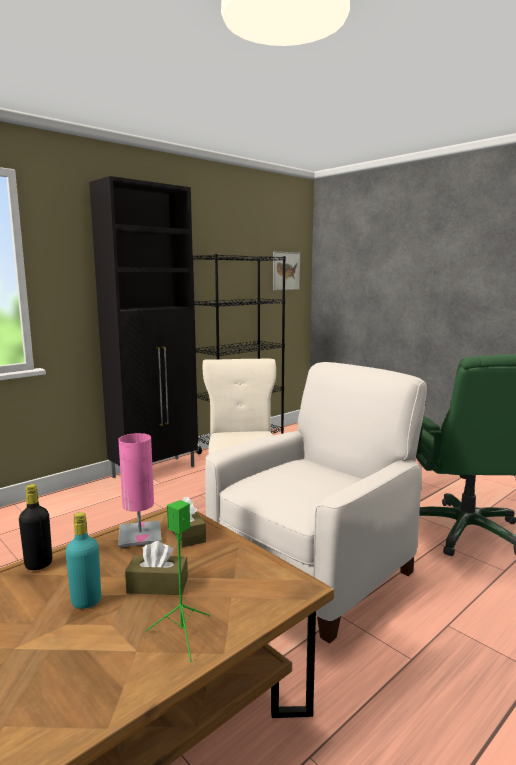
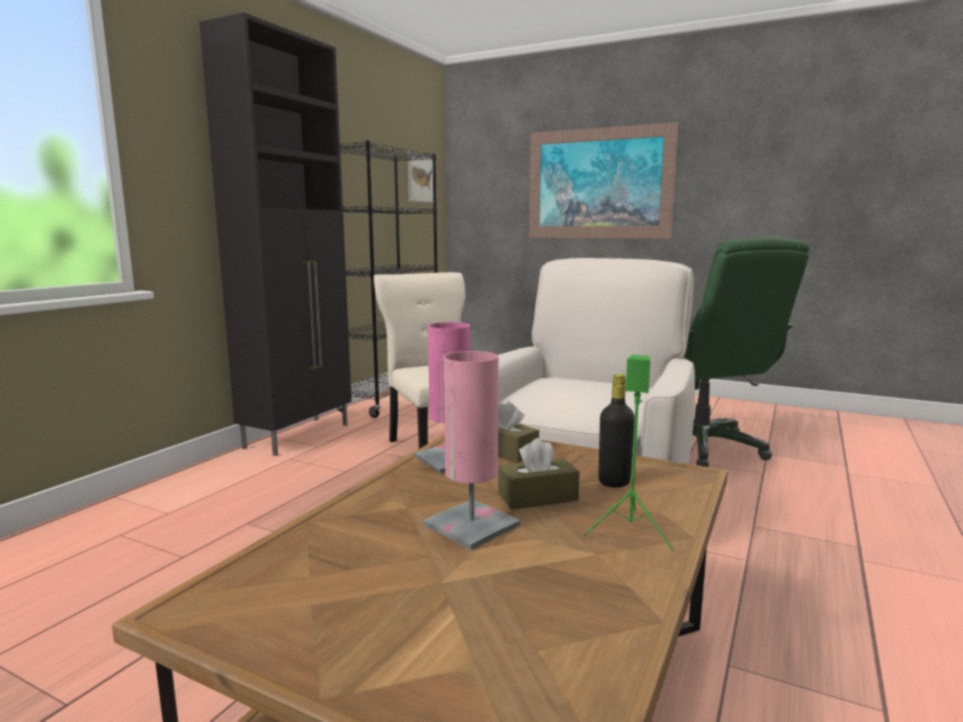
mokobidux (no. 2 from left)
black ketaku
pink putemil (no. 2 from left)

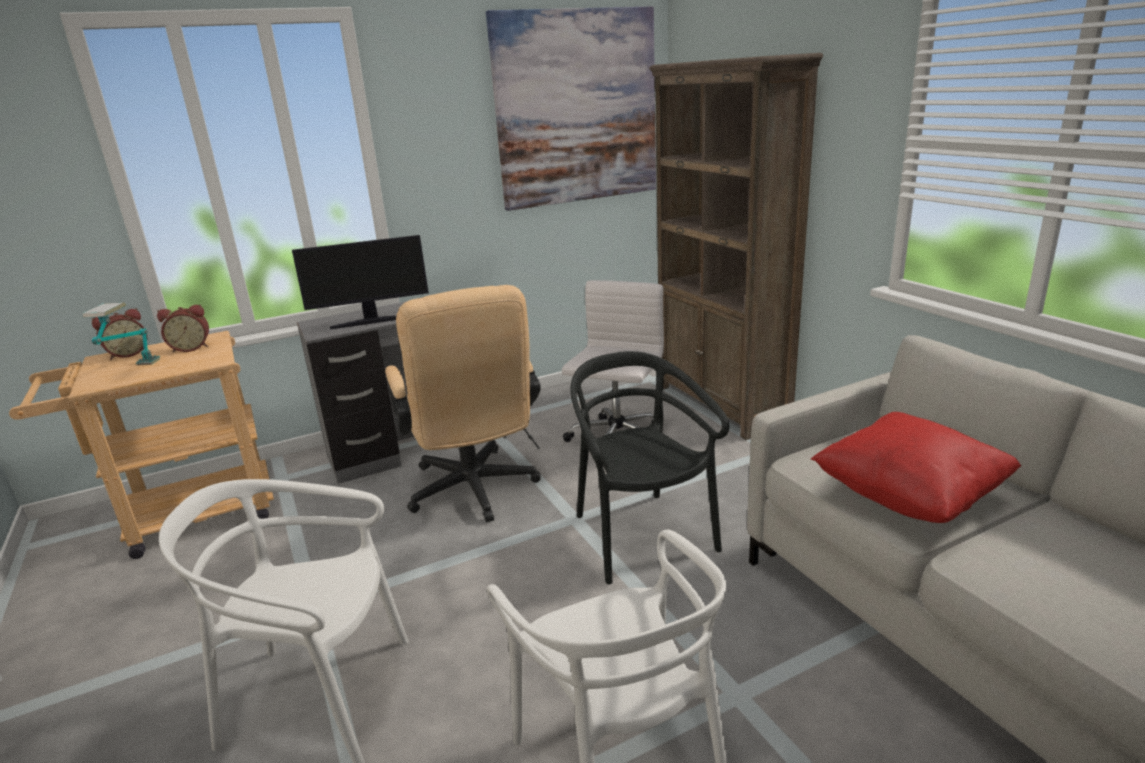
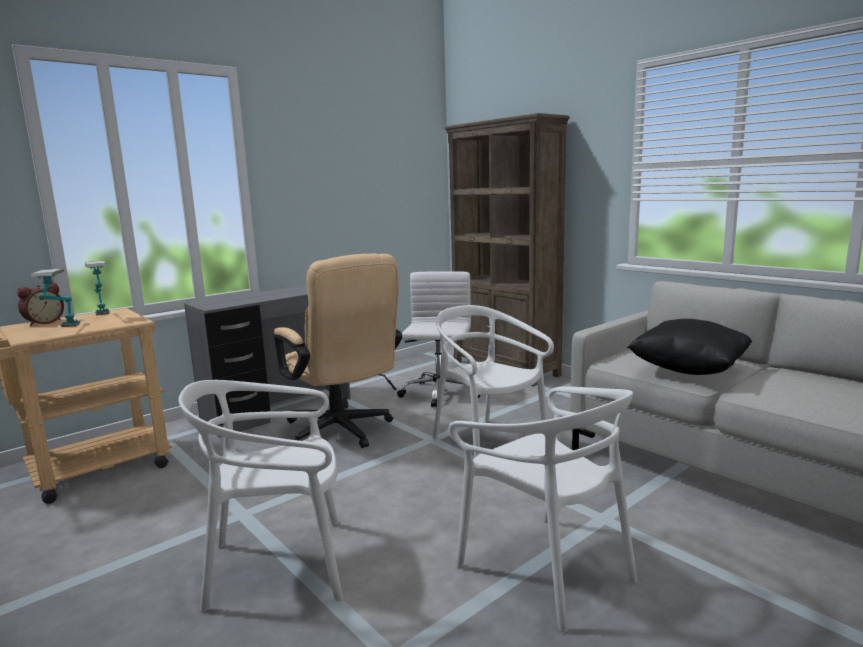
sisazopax
mokobidux
putemil (no. 2 from left)
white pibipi (no. 2 from left)
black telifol

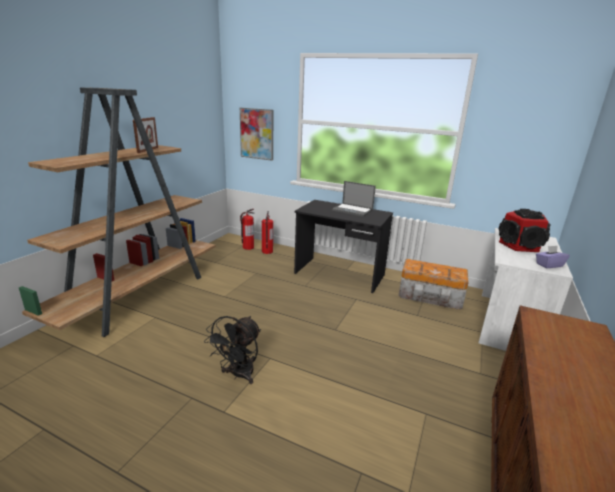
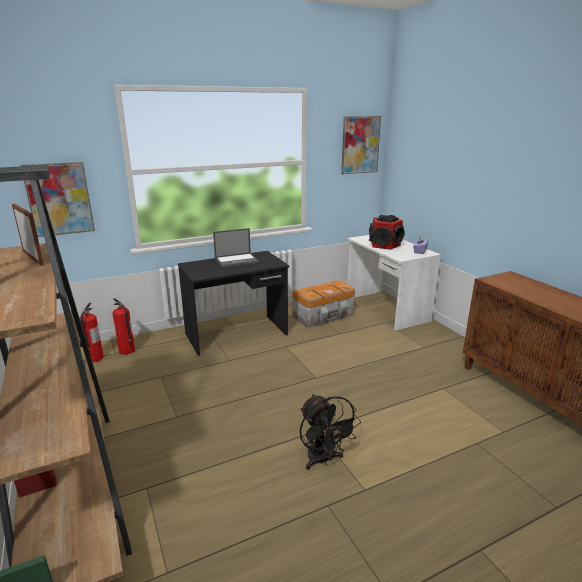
mokobidux (no. 2 from left)

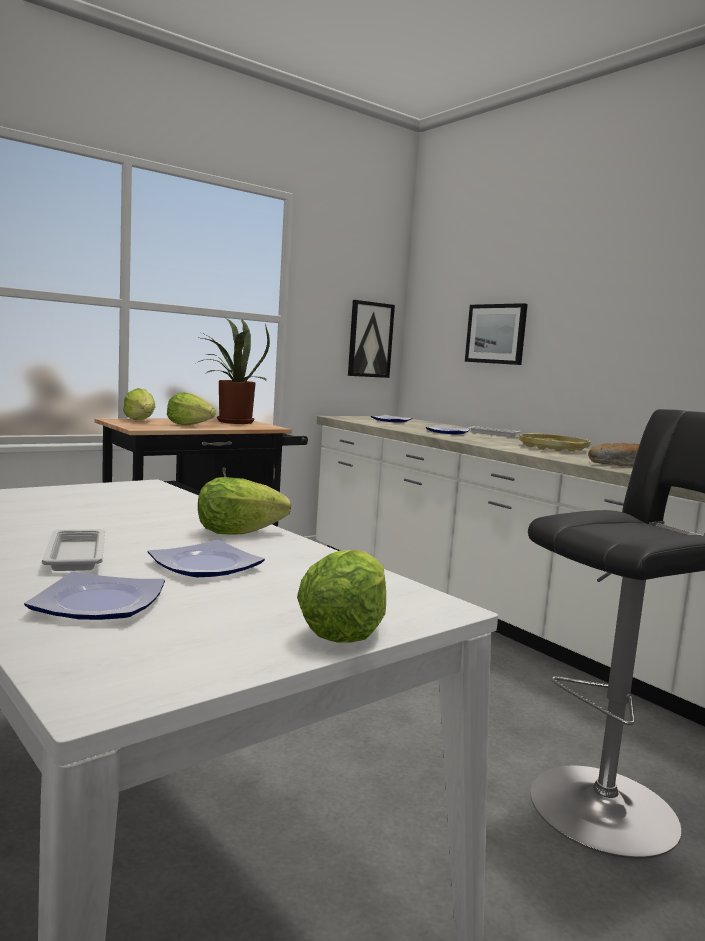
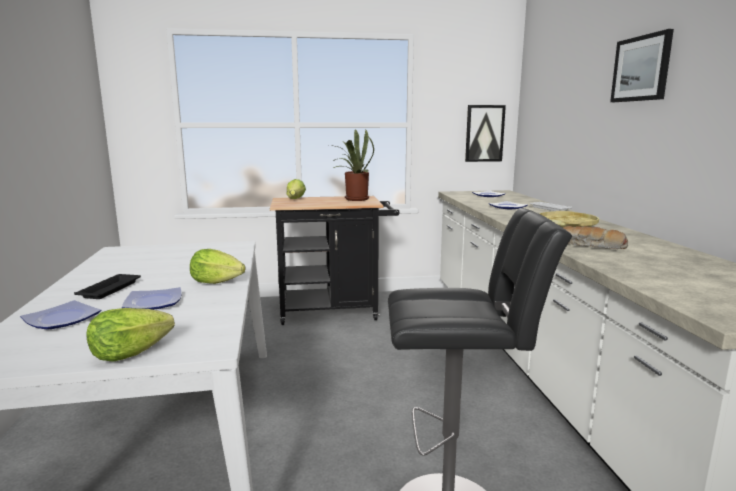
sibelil (no. 2 from left in the first image)
mokobidux (no. 2 from left)
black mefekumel

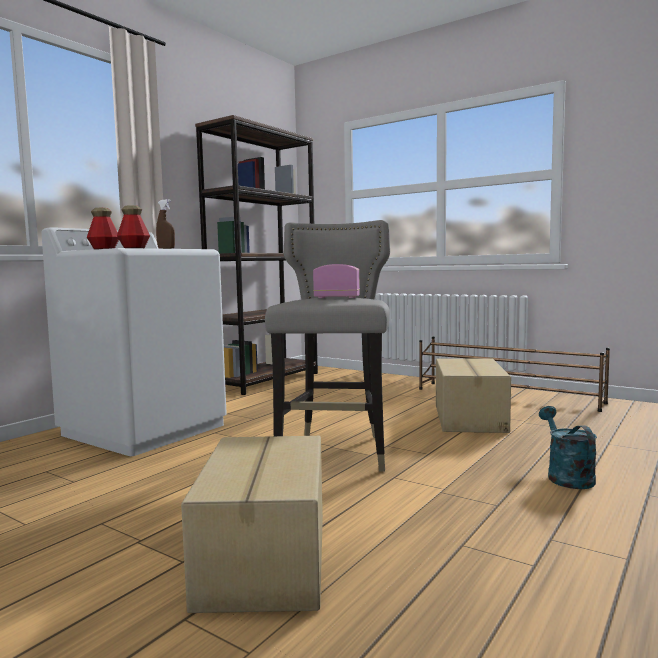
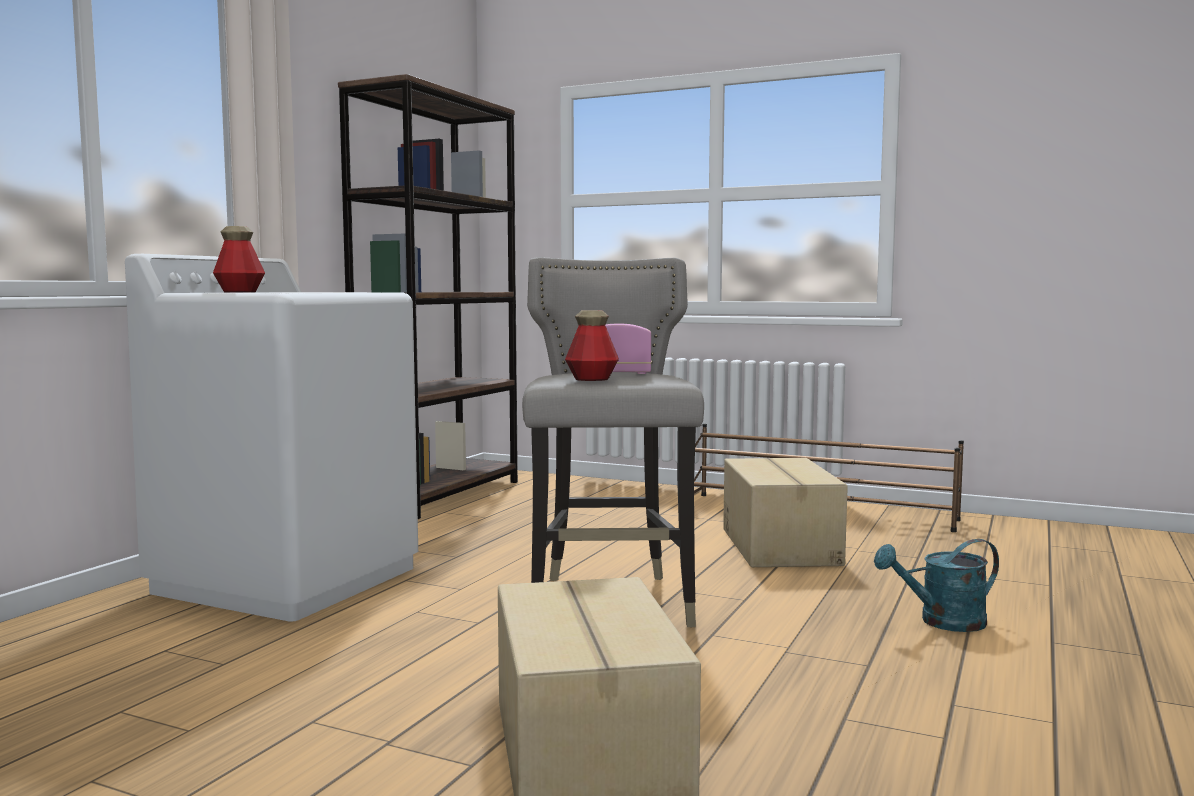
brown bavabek
ketaku (no. 2 from left)
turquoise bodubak

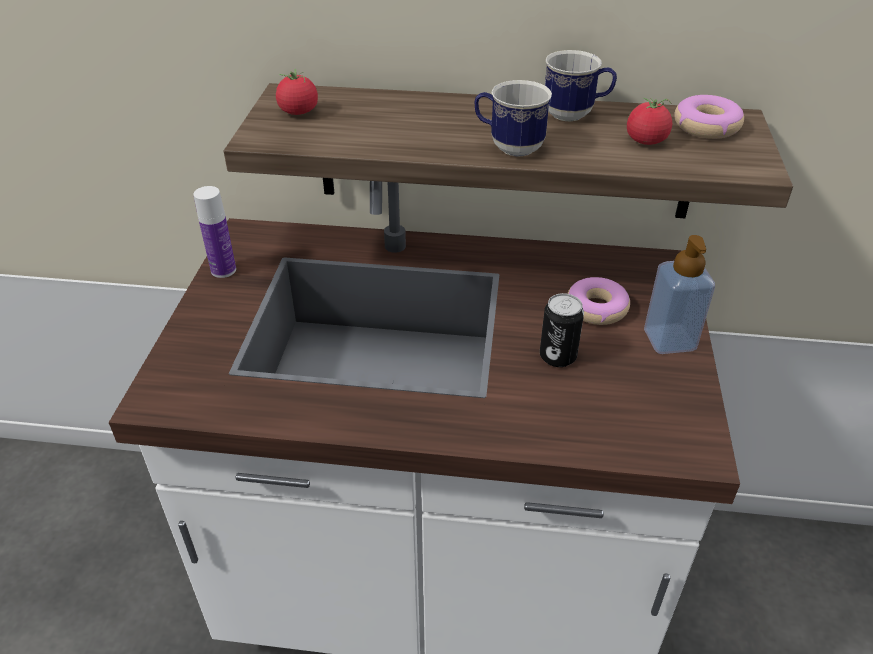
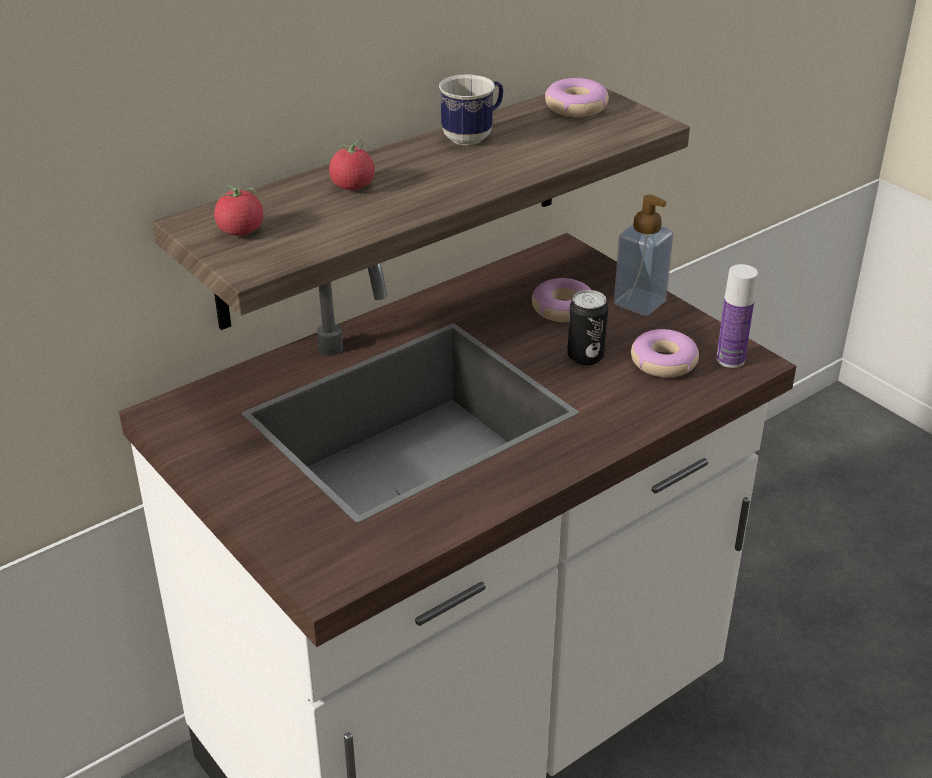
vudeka (no. 1 from left in the first image)
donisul (no. 3 from left)
ketaku
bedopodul (no. 2 from left)

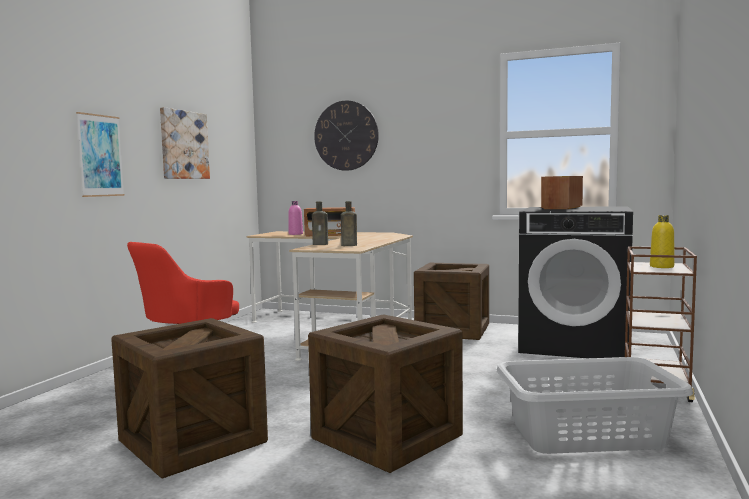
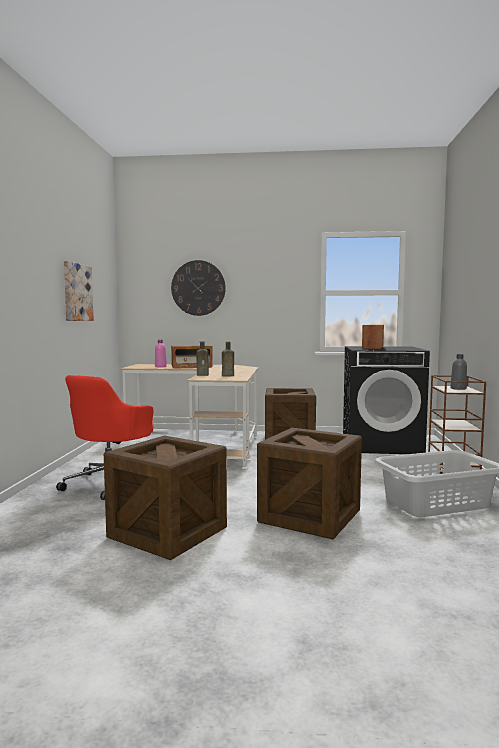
mokobidux (no. 1 from left in the first image)
grey ketaku

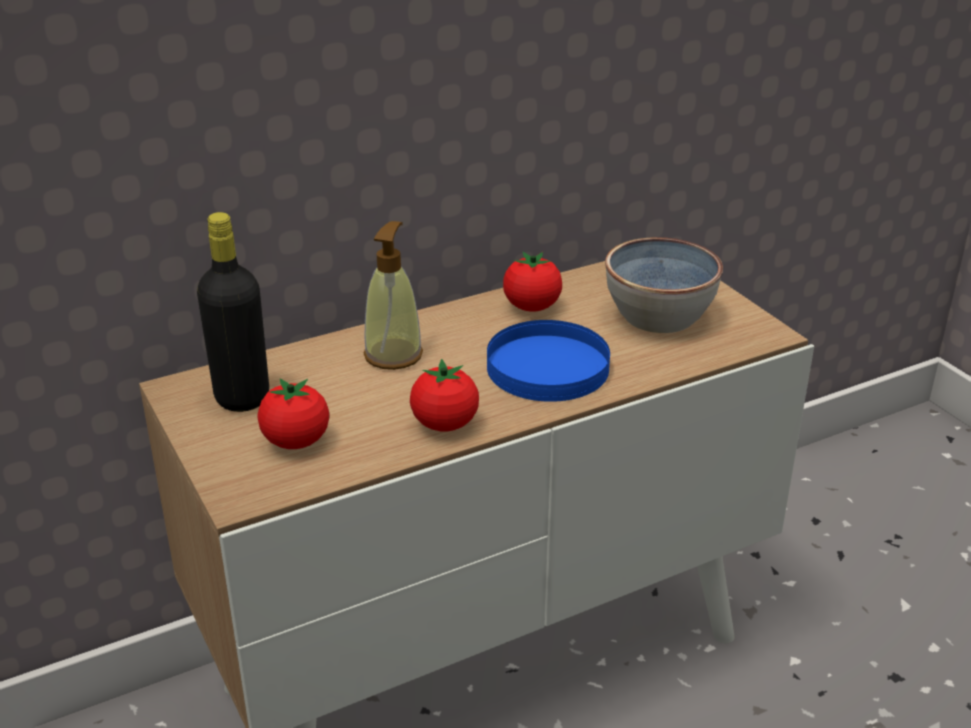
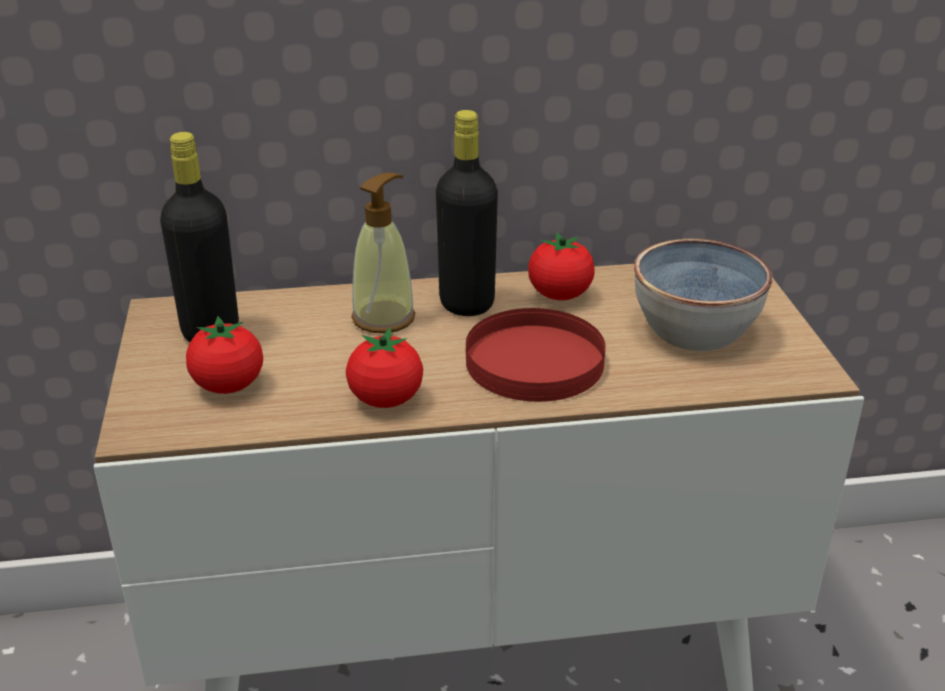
black ketaku (no. 2 from left)
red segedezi

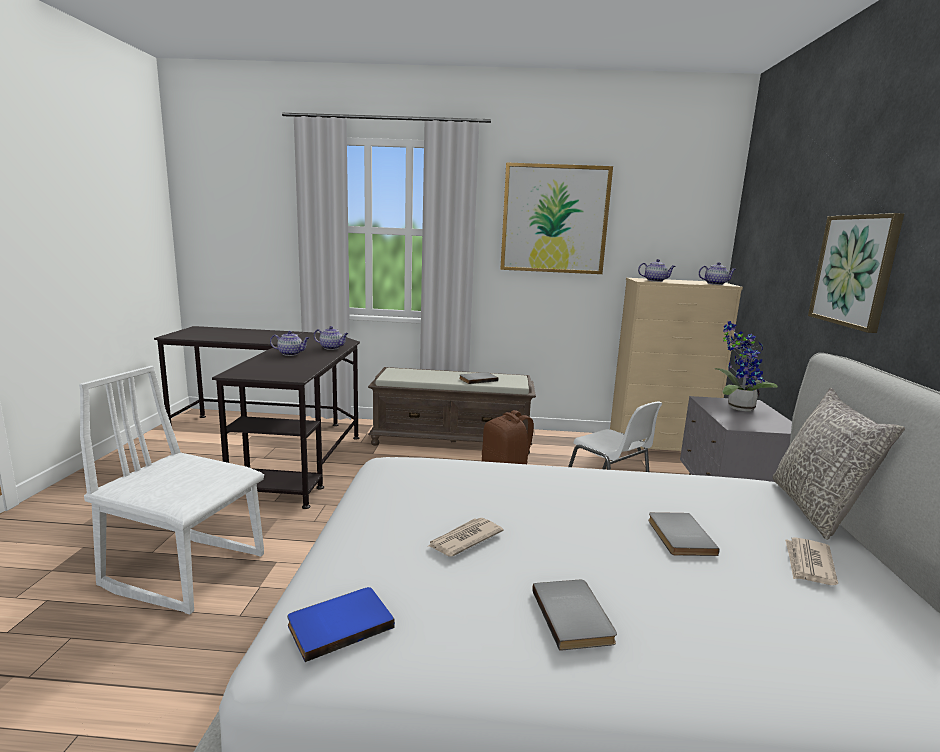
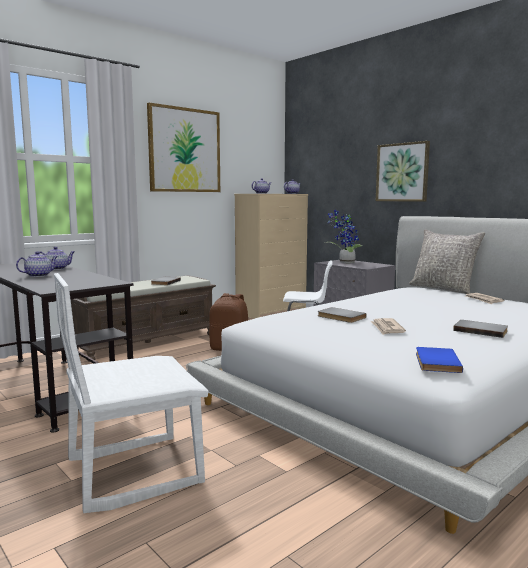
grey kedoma (no. 2 from left)

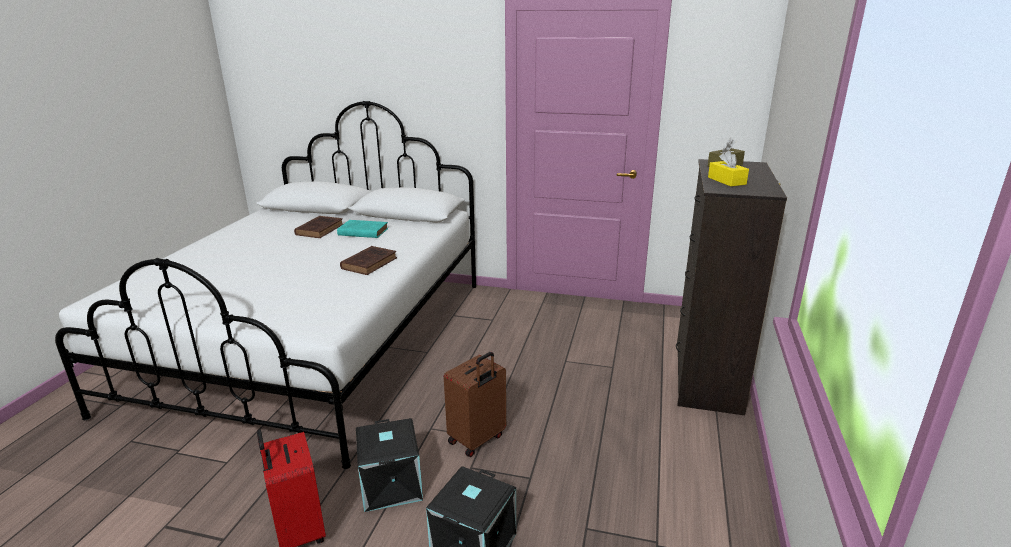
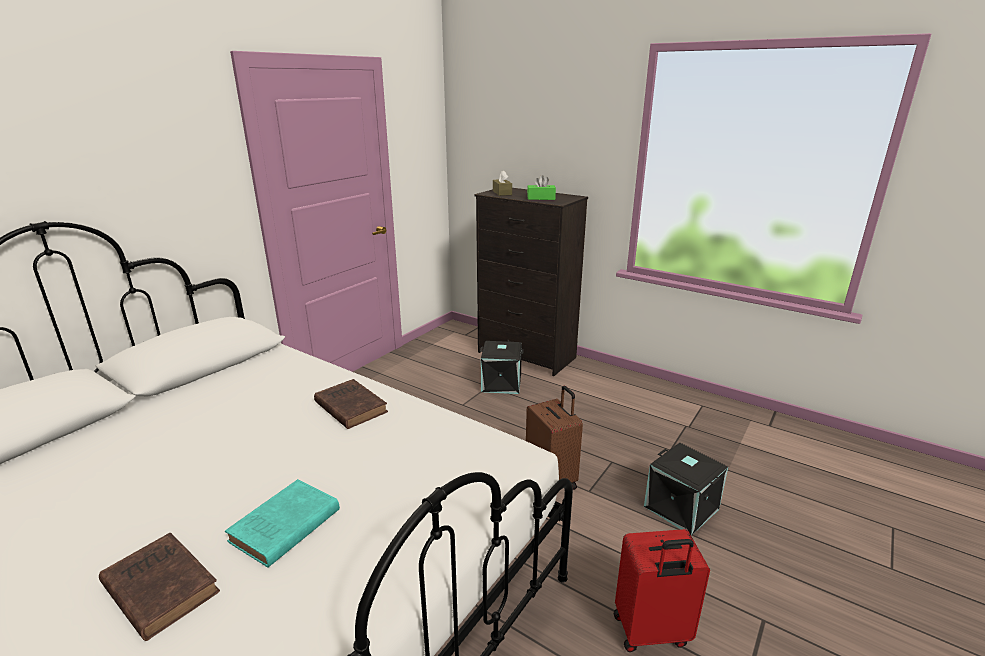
brown kedoma (no. 1 from left)
turquoise kedoma
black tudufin (no. 1 from left)
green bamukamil

